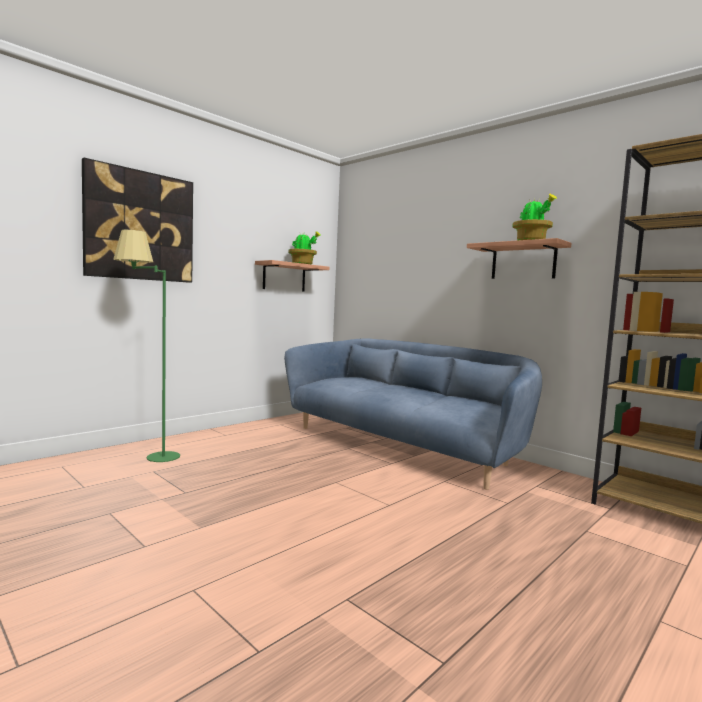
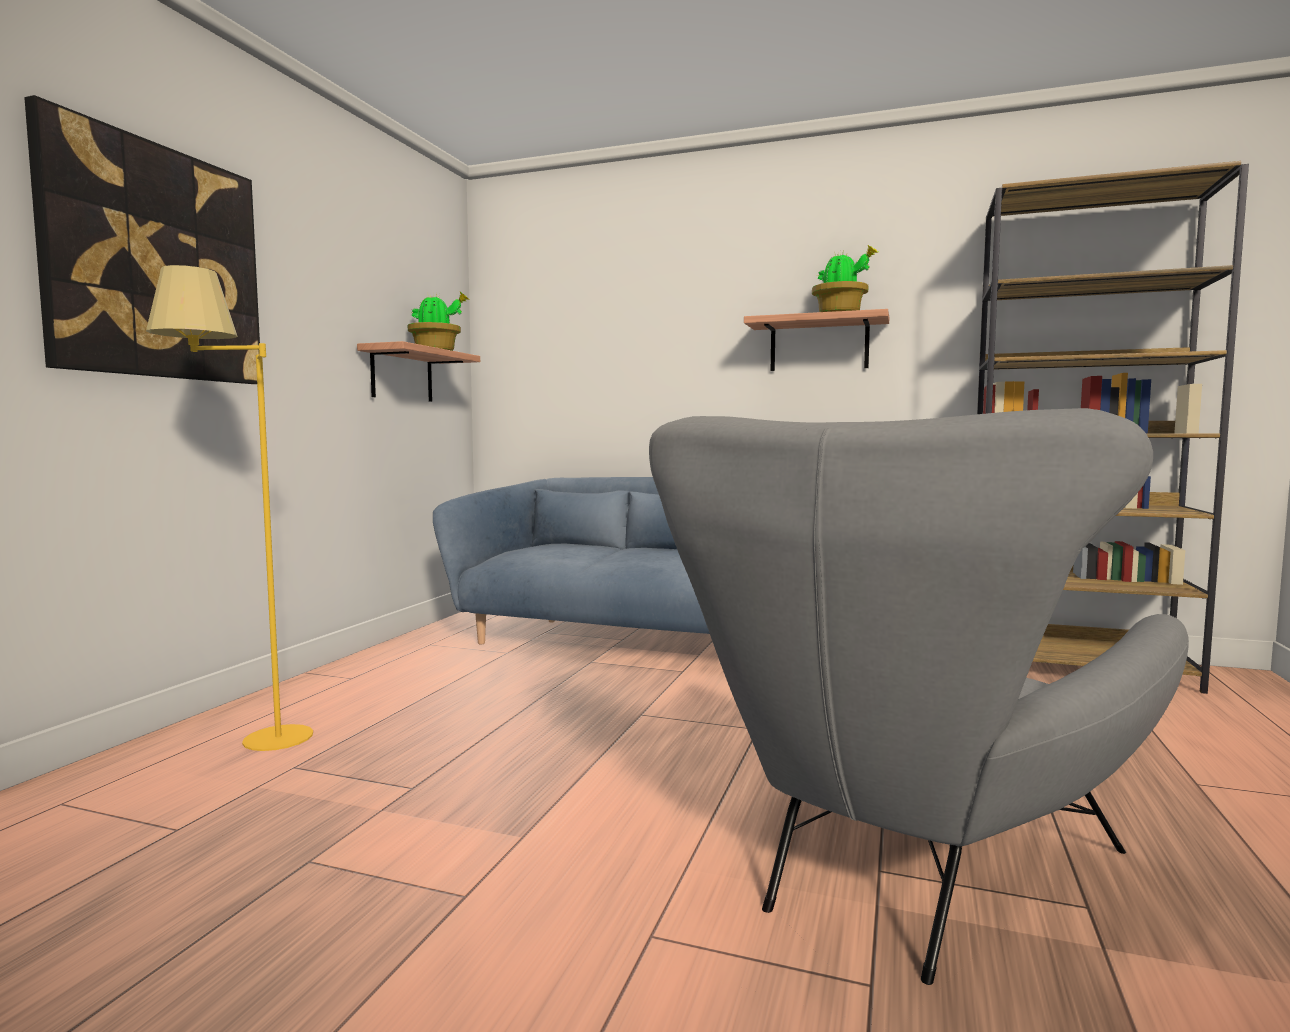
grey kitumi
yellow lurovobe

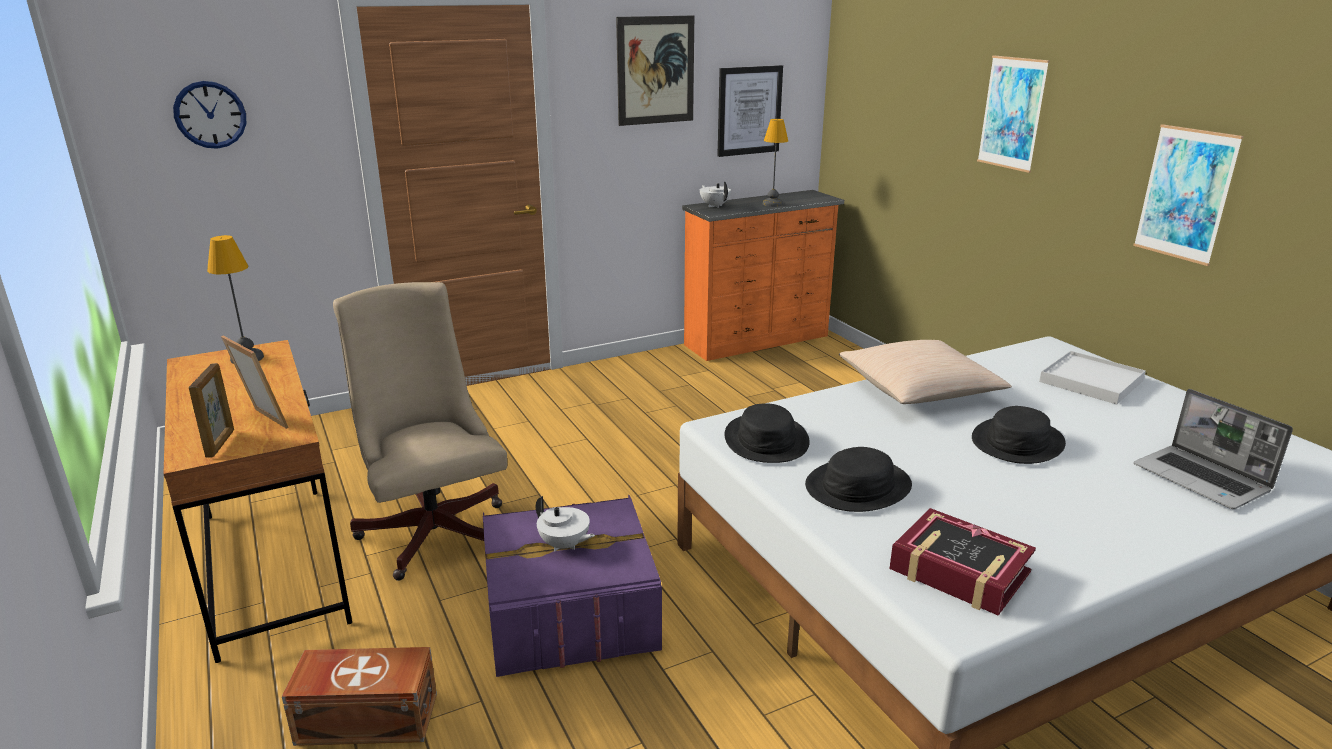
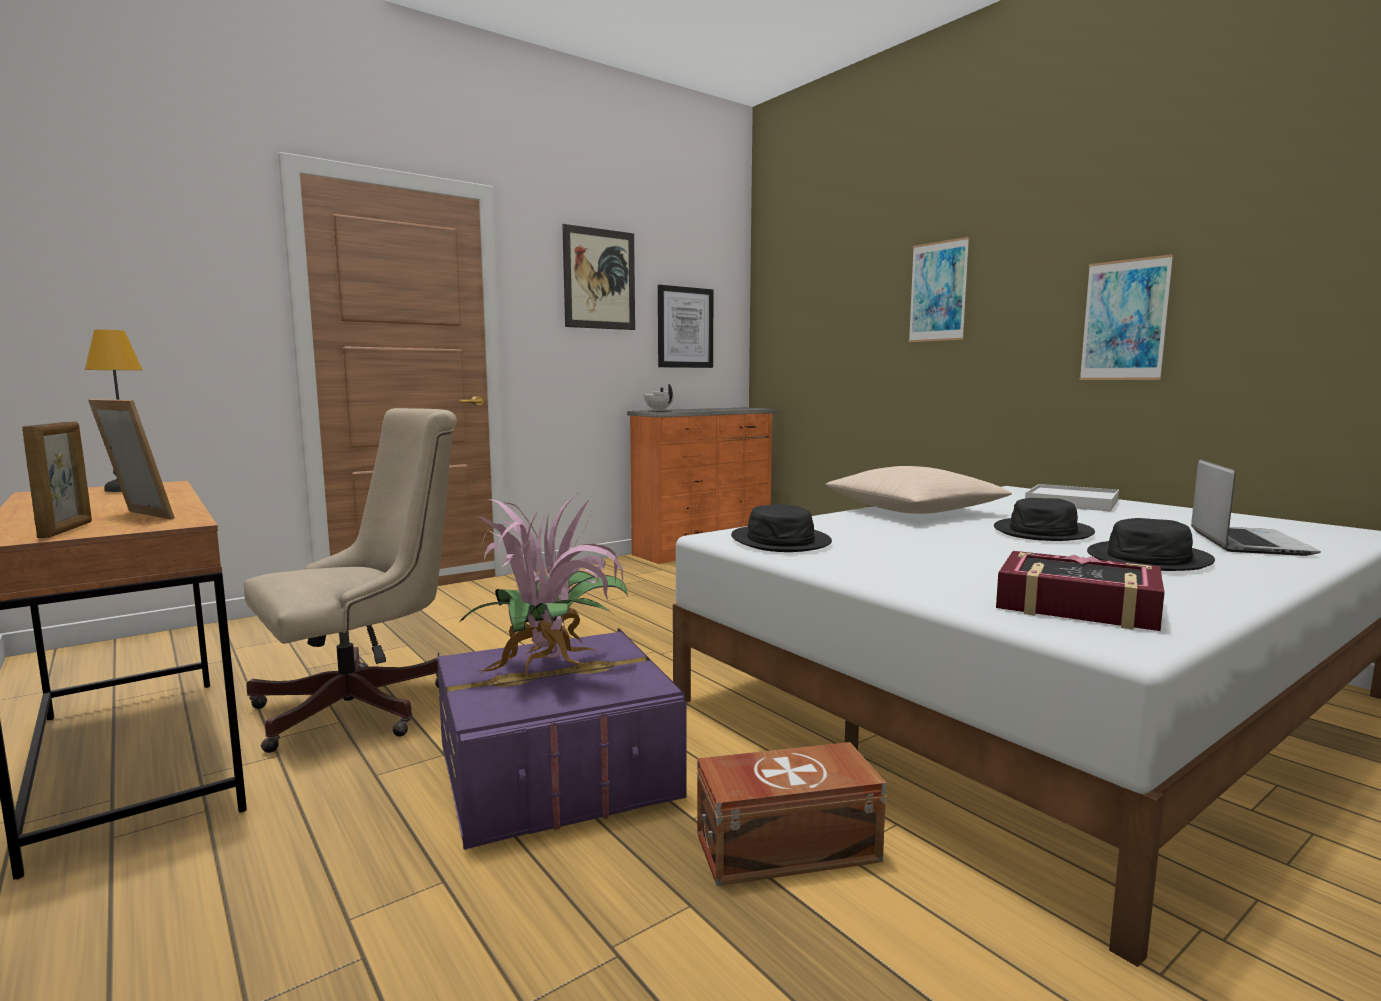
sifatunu
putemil (no. 2 from left in the first image)
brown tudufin
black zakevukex (no. 3 from left)
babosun
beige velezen
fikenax

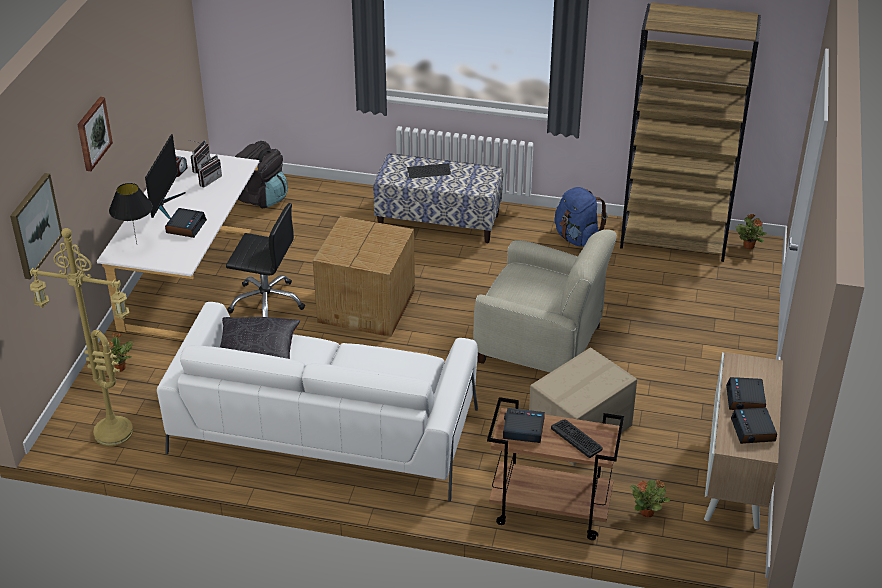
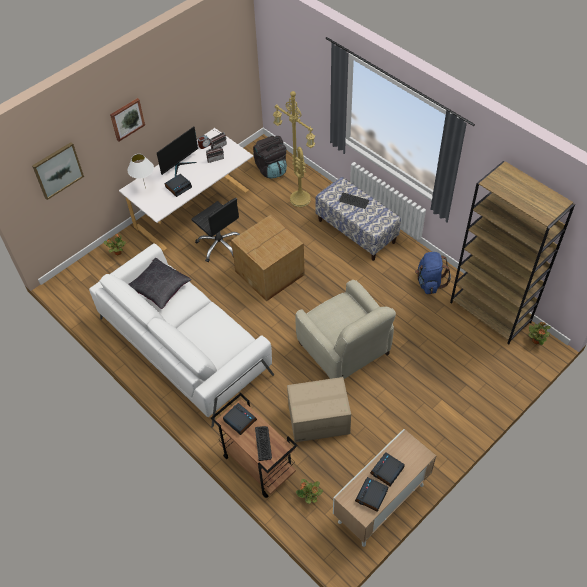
yellow lurovobe
white putemil

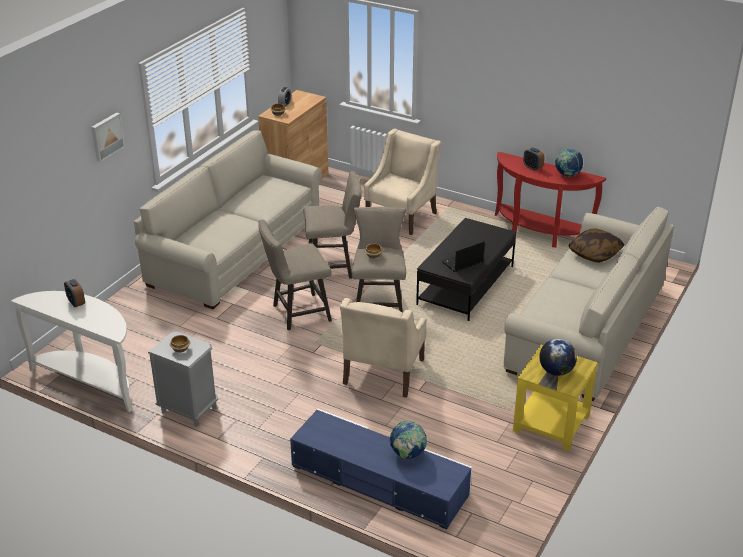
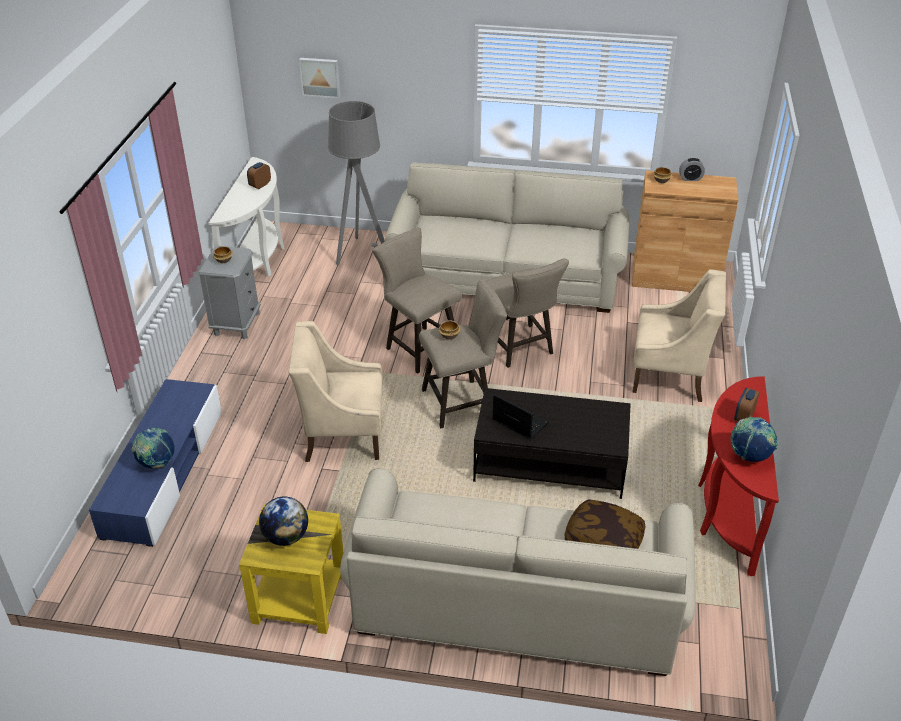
grey lurovobe
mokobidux

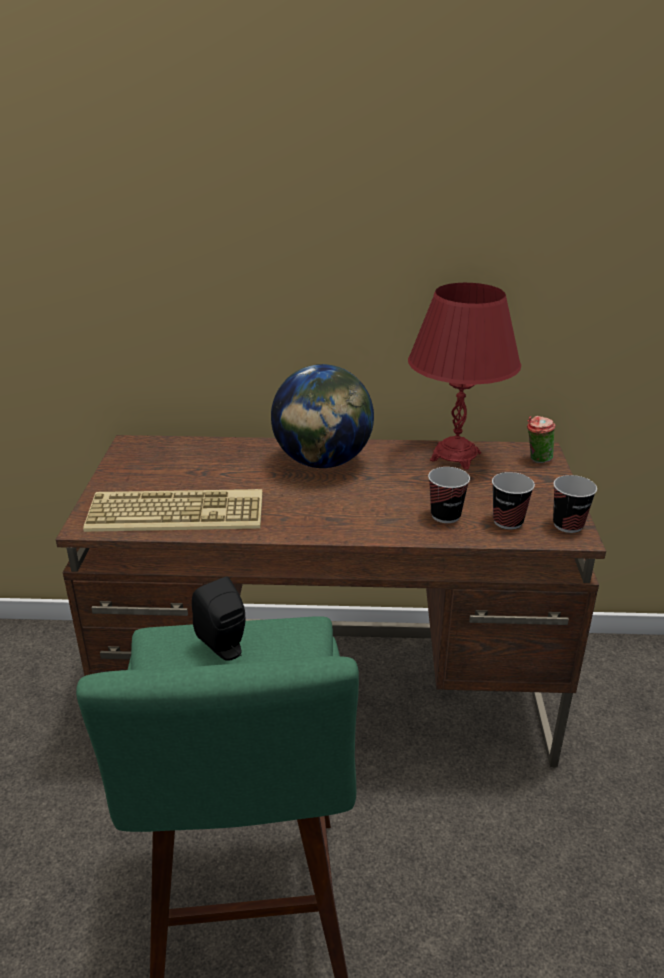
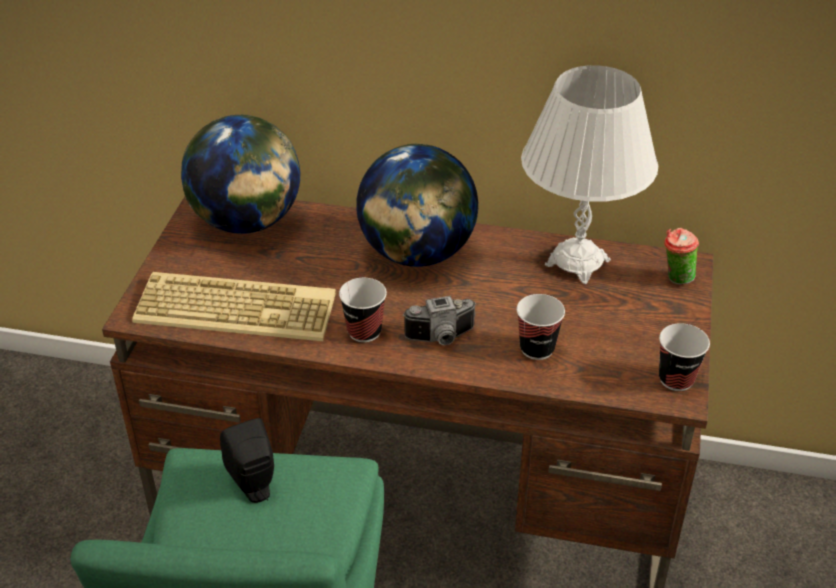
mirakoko (no. 1 from left)
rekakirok
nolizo (no. 1 from left)
white putemil

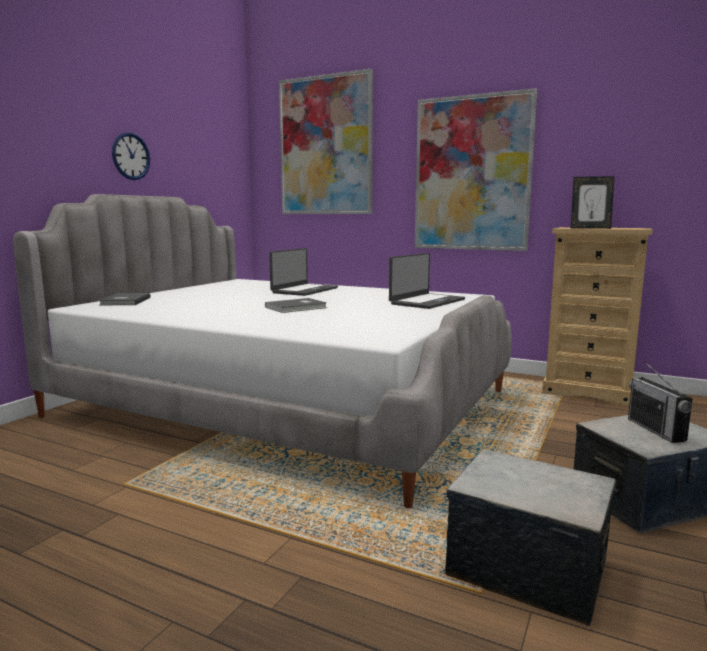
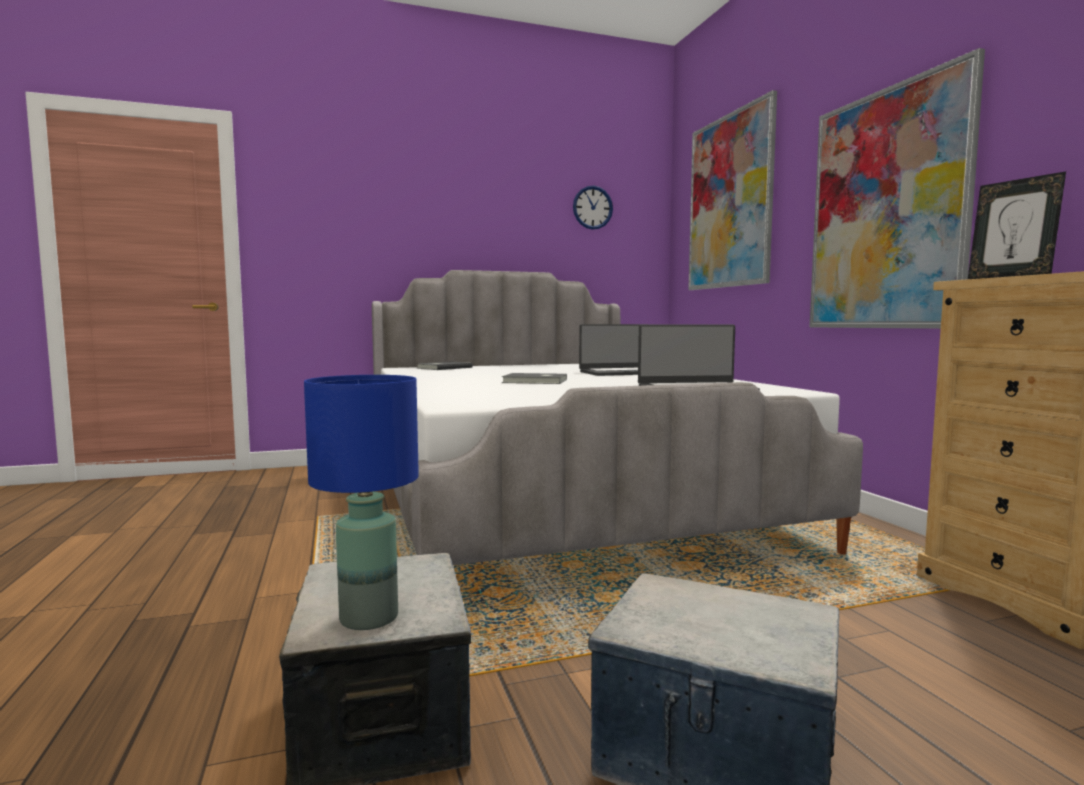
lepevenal
blue putemil
sifatunu

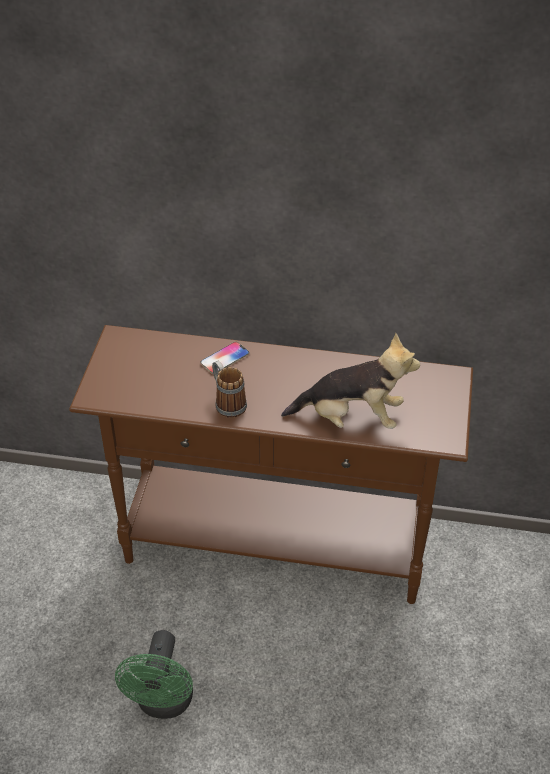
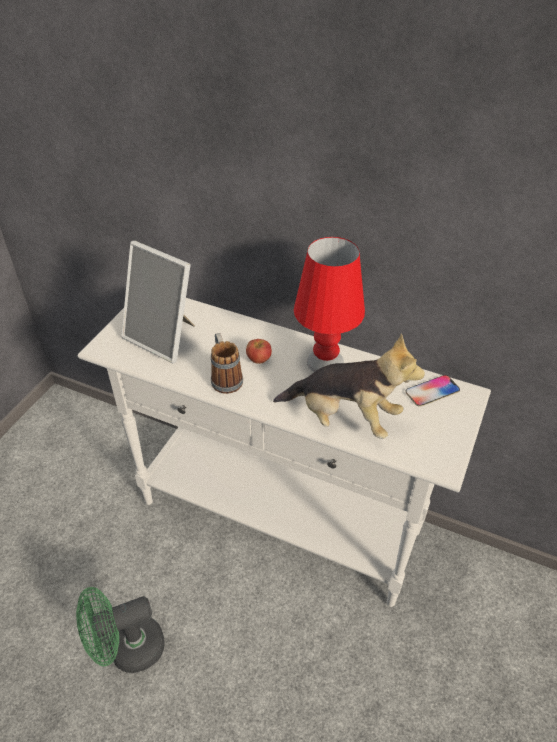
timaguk
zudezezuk
red putemil
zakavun
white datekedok
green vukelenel

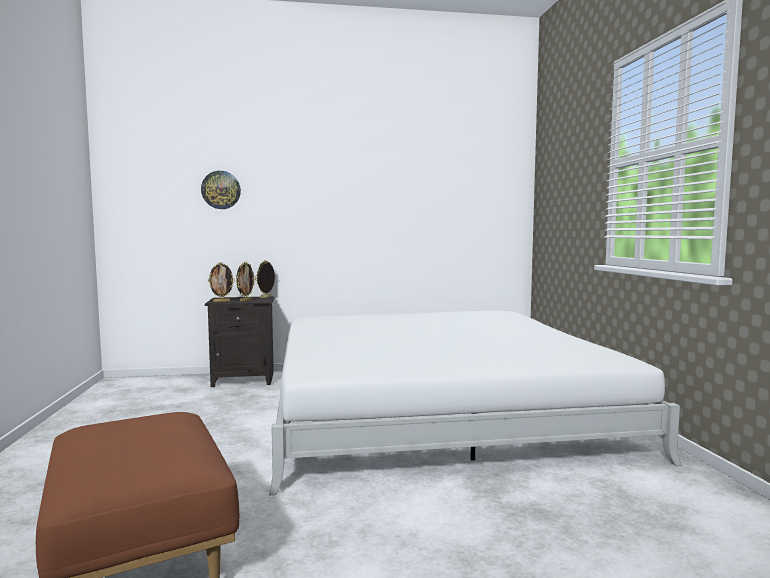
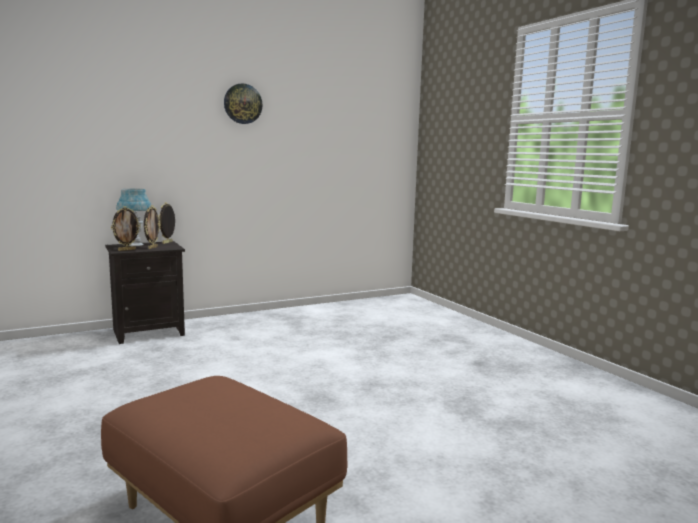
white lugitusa
blue putemil
sifatunu

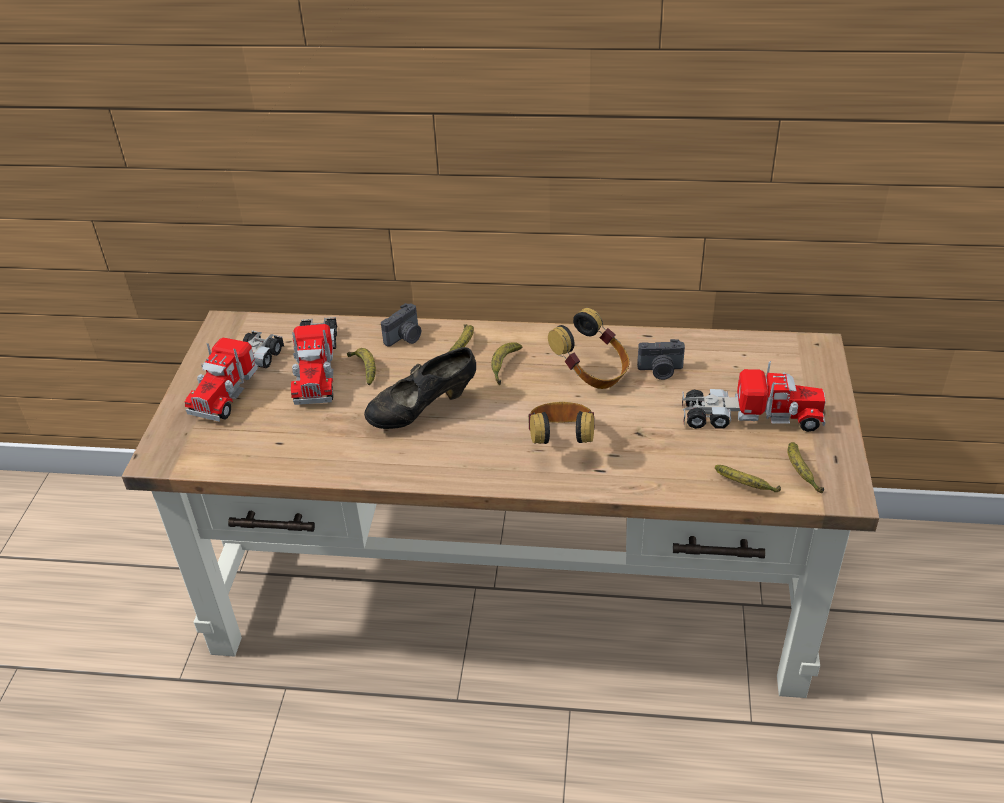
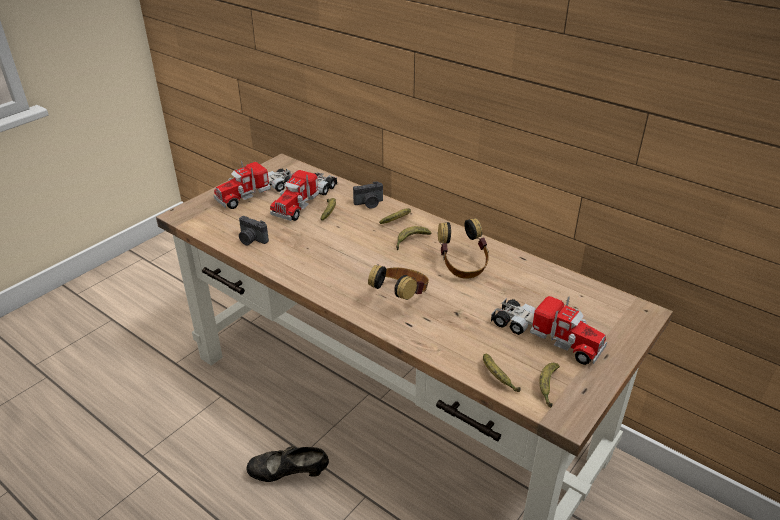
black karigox
rekakirok (no. 1 from left)

